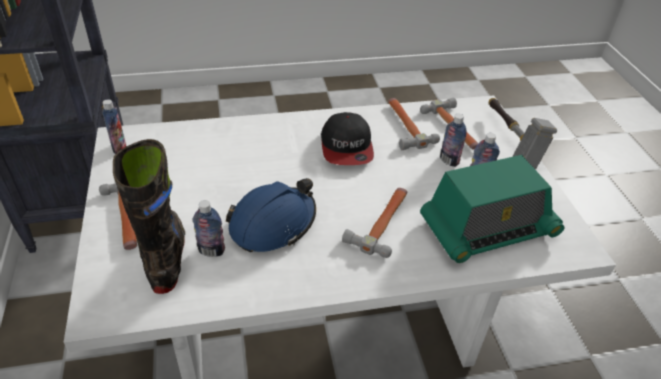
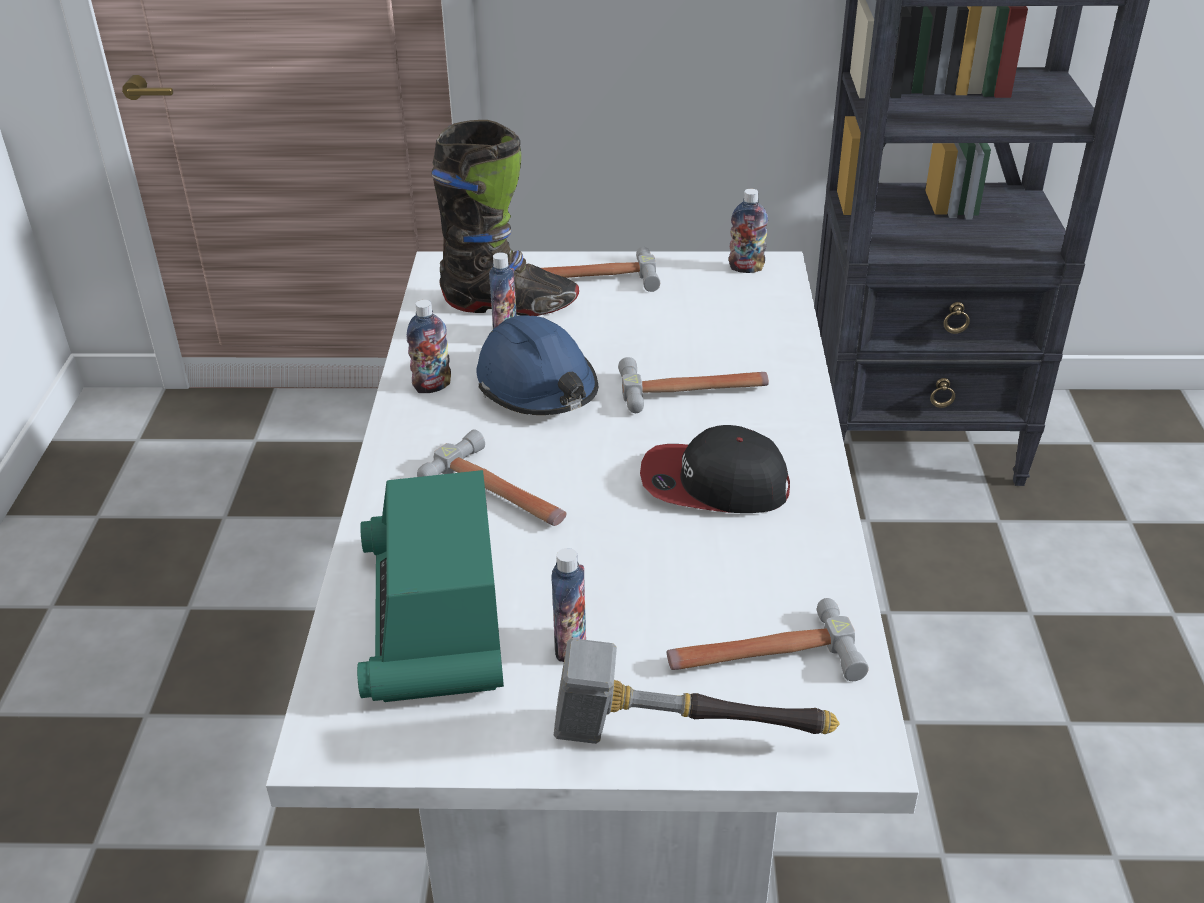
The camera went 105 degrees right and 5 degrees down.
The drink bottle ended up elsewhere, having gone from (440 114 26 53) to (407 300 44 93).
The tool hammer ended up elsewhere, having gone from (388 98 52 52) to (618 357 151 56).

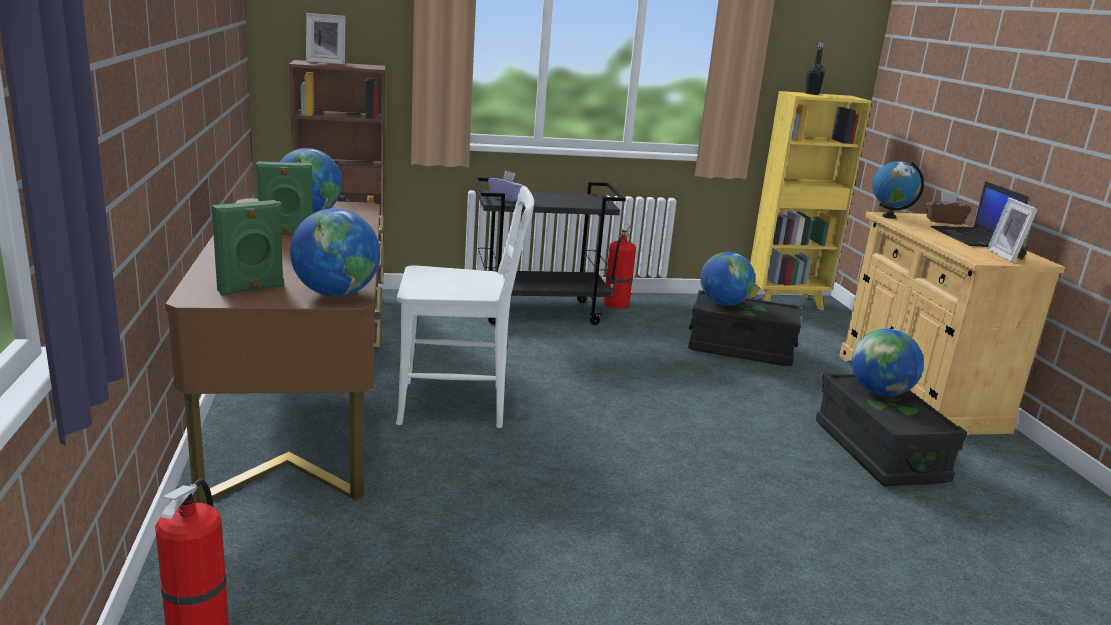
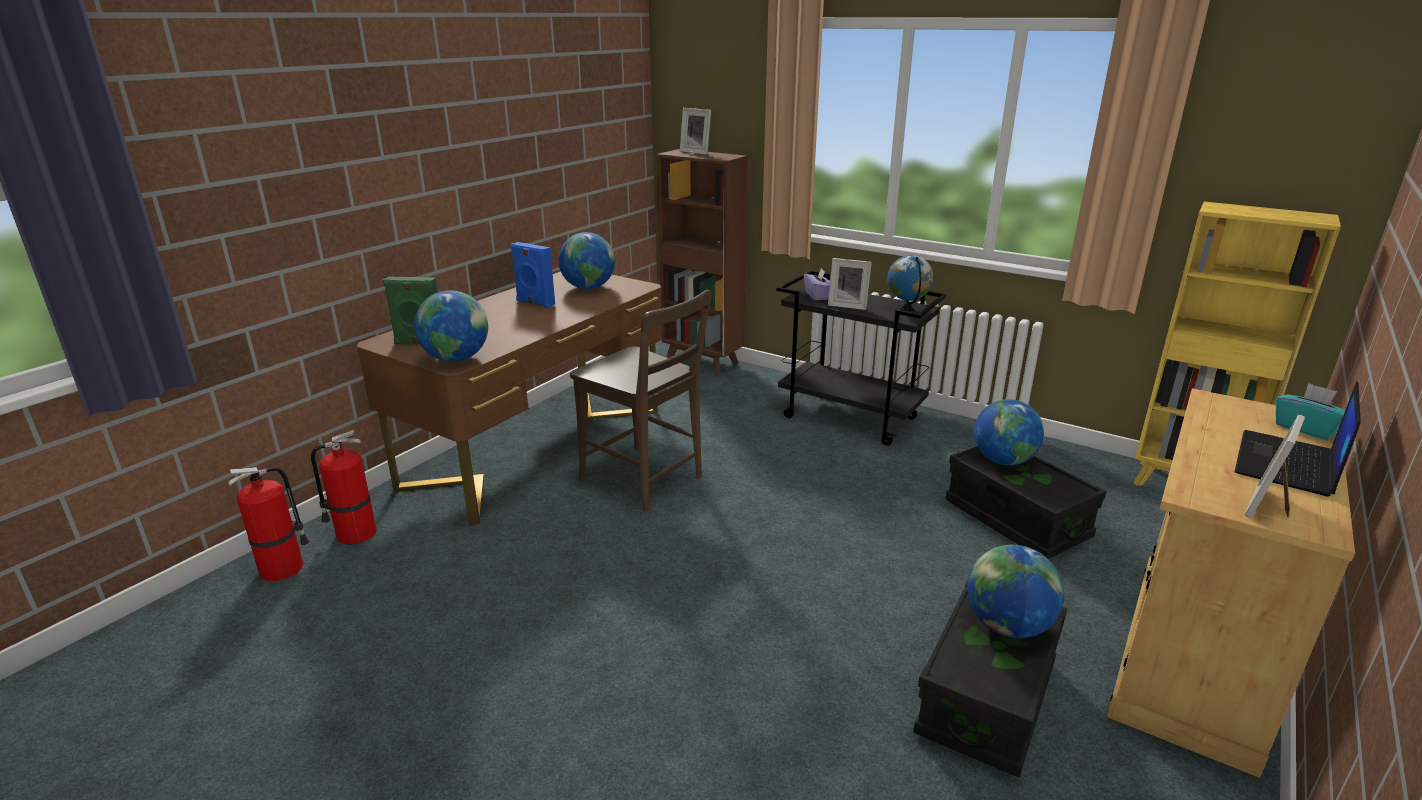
The camera went 45 degrees right and 5 degrees up.
The fire extinguisher ended up elsewhere, having gone from (604 224 32 84) to (311 430 66 115).
What was the green-coloured speaker at (256 162 57 73) turned into the blue-coloured speaker at (511 242 44 66).
What was the white-coloured upright chair at (396 186 138 242) turned into the brown-coloured upright chair at (570 290 141 221).
The second view gained the picture frame at (828 258 44 52).
The globe ended up elsewhere, having gone from (872 161 52 58) to (887 255 47 57).
What was the brown-coloured tissue box at (926 192 45 33) turned into the turquoise tissue box at (1276 383 69 57).
The second view lost the black drink bottle at (805 42 20 53).

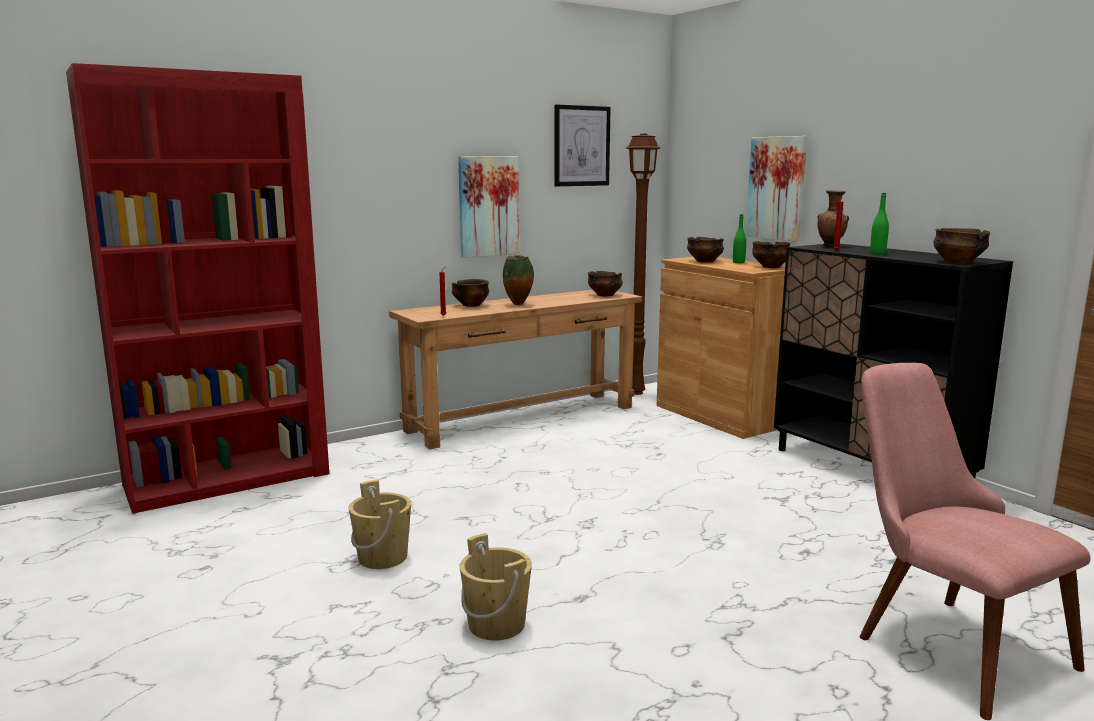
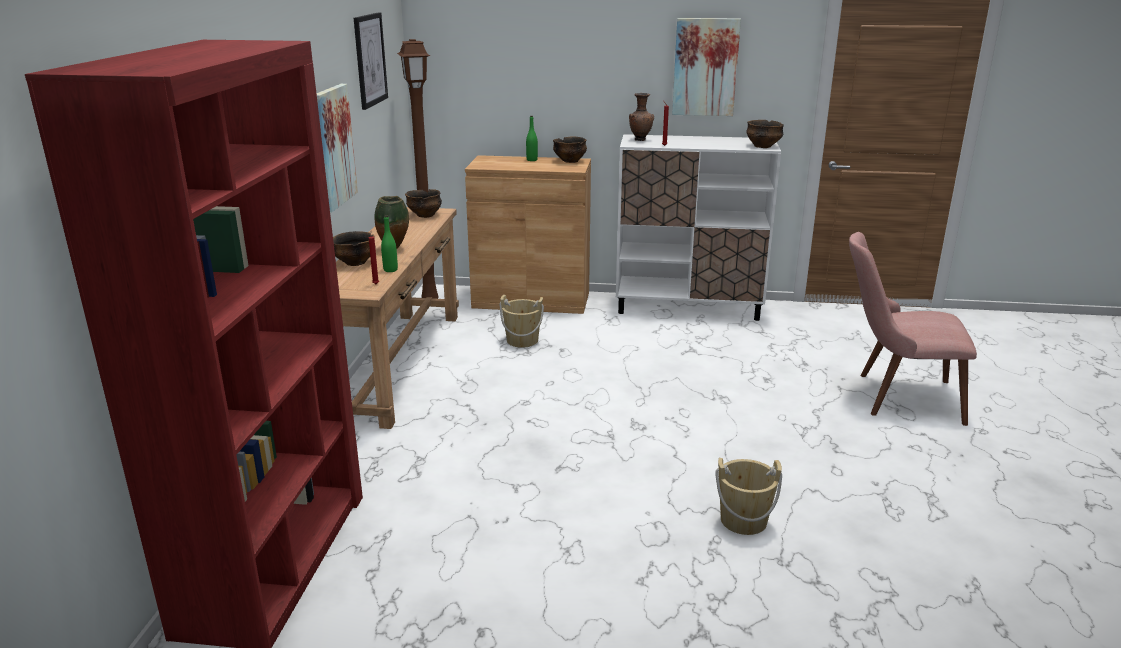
The camera went 50 degrees left and 10 degrees up.
The green-coloured drink bottle ended up elsewhere, having gone from (870 193 19 61) to (381 215 17 57).
The beige bucket ended up elsewhere, having gone from (349 480 62 89) to (500 295 44 53).
What was the black cupboard at (774 244 239 234) turned into the white-coloured cupboard at (616 134 165 187).
The wall picture ended up elsewhere, having gone from (746 136 61 106) to (672 18 69 98).
The second view lost the deep dish at (687 237 37 26).

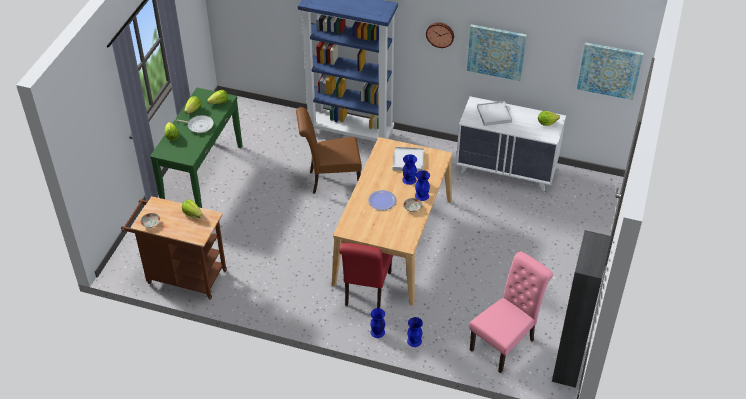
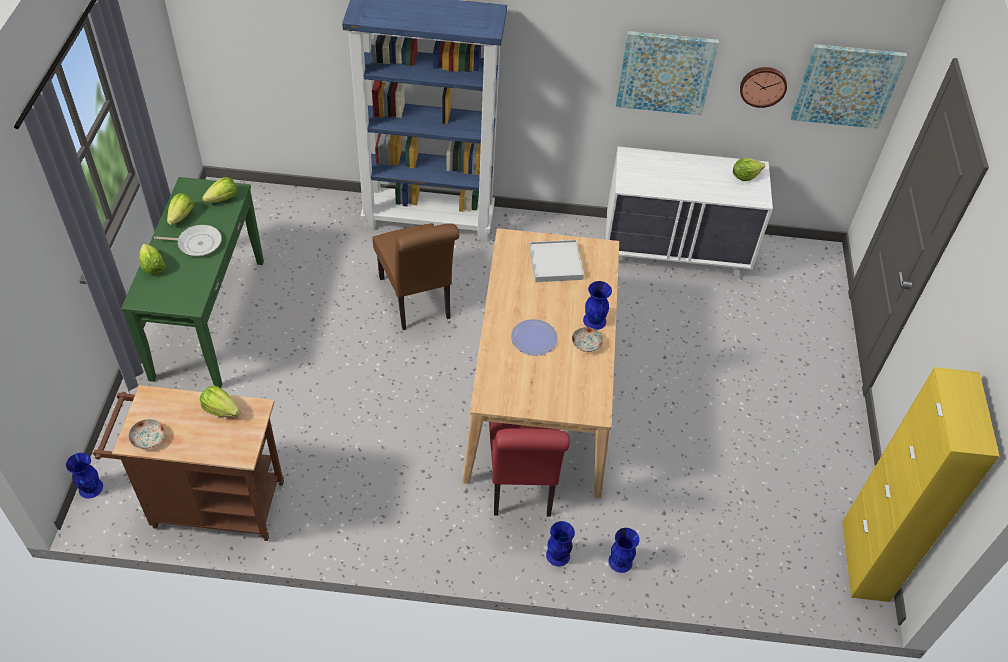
The camera went 15 degrees left and 5 degrees up.
The blue-coloured decorative vase ended up elsewhere, having gone from (402 154 15 31) to (66 453 37 45).
The brown-coloured upright chair at (296 107 66 87) ended up facing another way, 90 degrees counterclockwise from before.
The clock on the wall ended up elsewhere, having gone from (426 22 28 26) to (740 67 47 41).
What was the black cupboard at (552 230 59 158) turned into the yellowish cupboard at (842 367 158 235).
The second view lost the pink upright chair at (469 251 84 122).
The second view lost the white-coloured tray at (477 101 35 25).

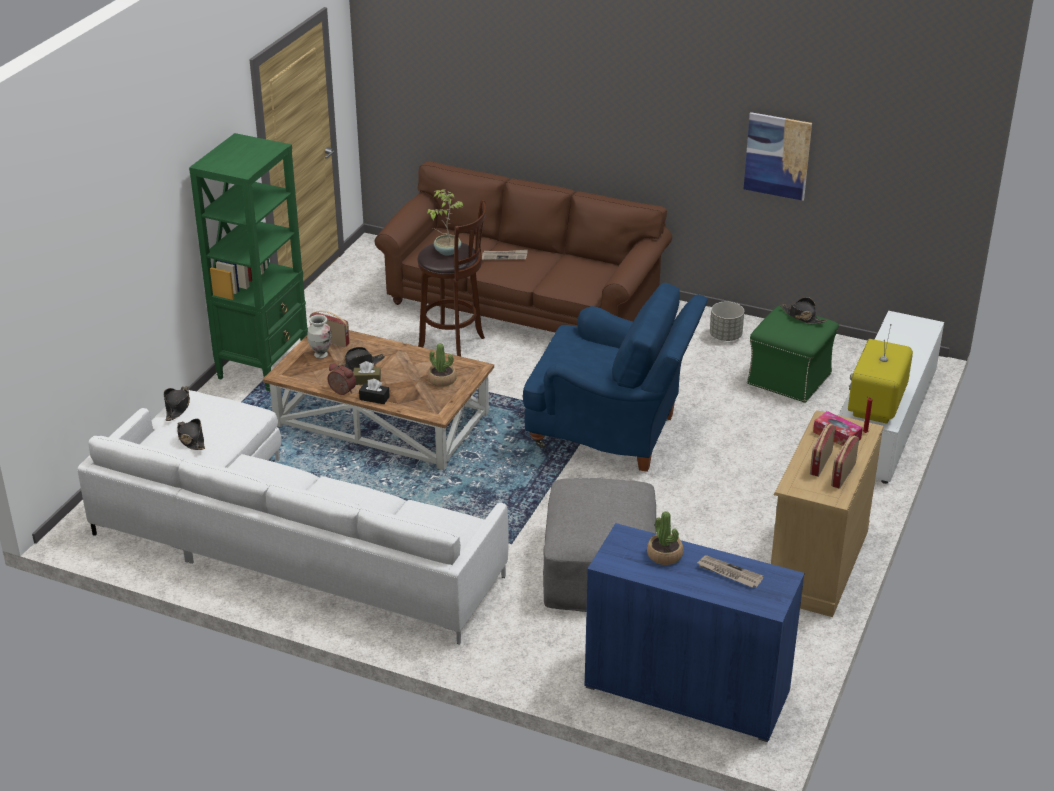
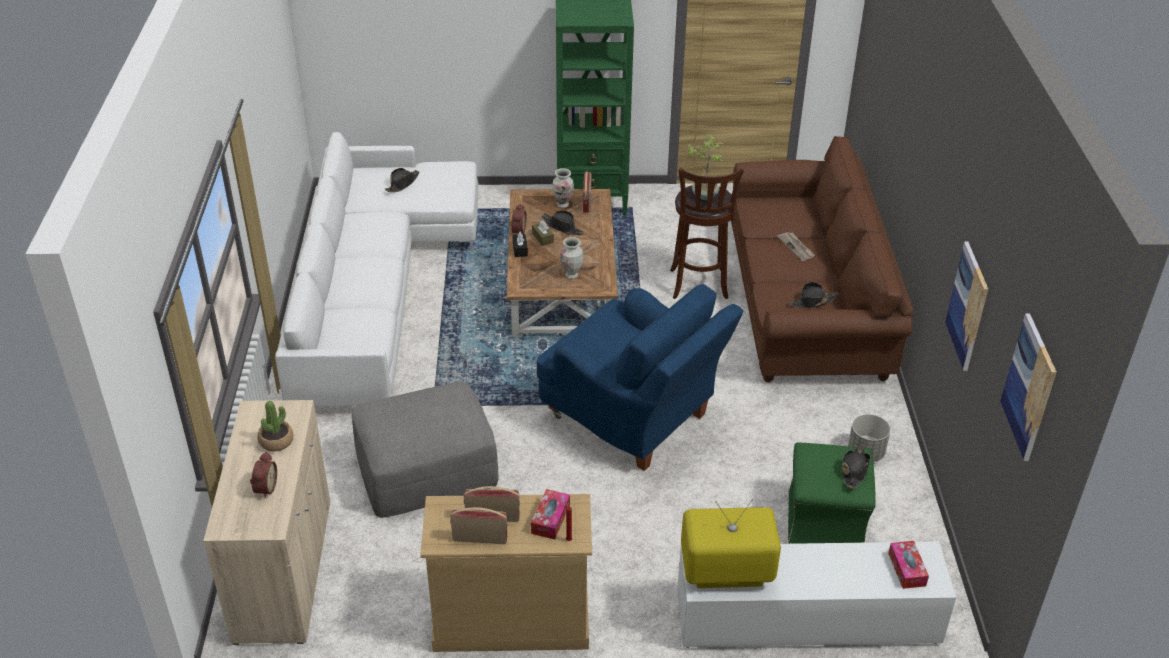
The camera went 65 degrees right and 5 degrees up.
What was the blue-coloured cupboard at (584 523 220 219) turned into the beige cupboard at (203 400 127 245).
Where the daily paper stood at (697 555 67 32), the table clock came to stand at (250 452 27 46).
The blue-coloured lounge chair at (523 283 185 189) ended up facing another way, 45 degrees counterclockwise from before.
Where the plant in a pot stood at (428 343 29 44), the decorative vase came to stand at (560 237 24 42).
The black hat ended up elsewhere, having gone from (163 386 27 35) to (788 282 51 26).
The second view gained the tissue box at (888 541 41 48).
The second view gained the wall picture at (1000 313 57 148).

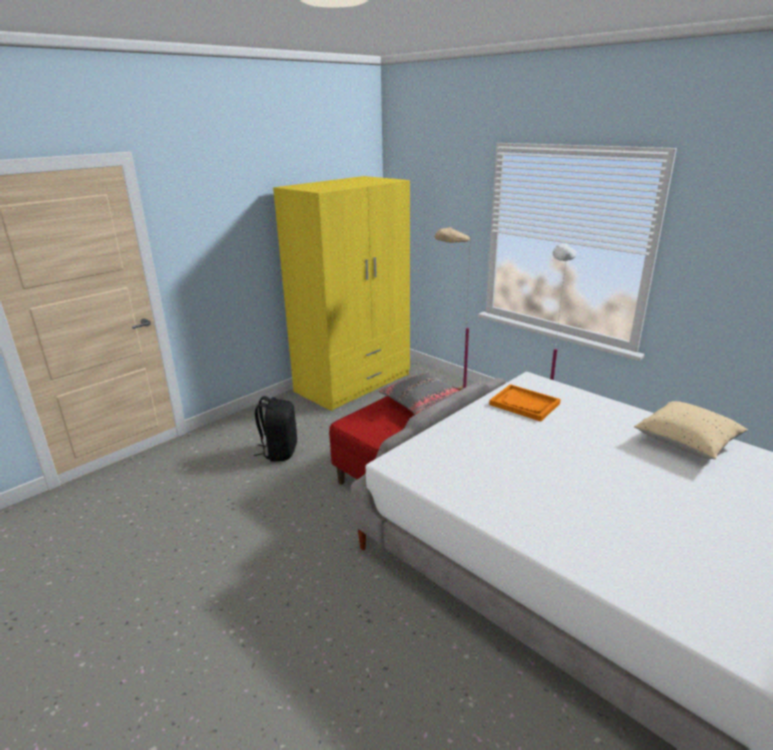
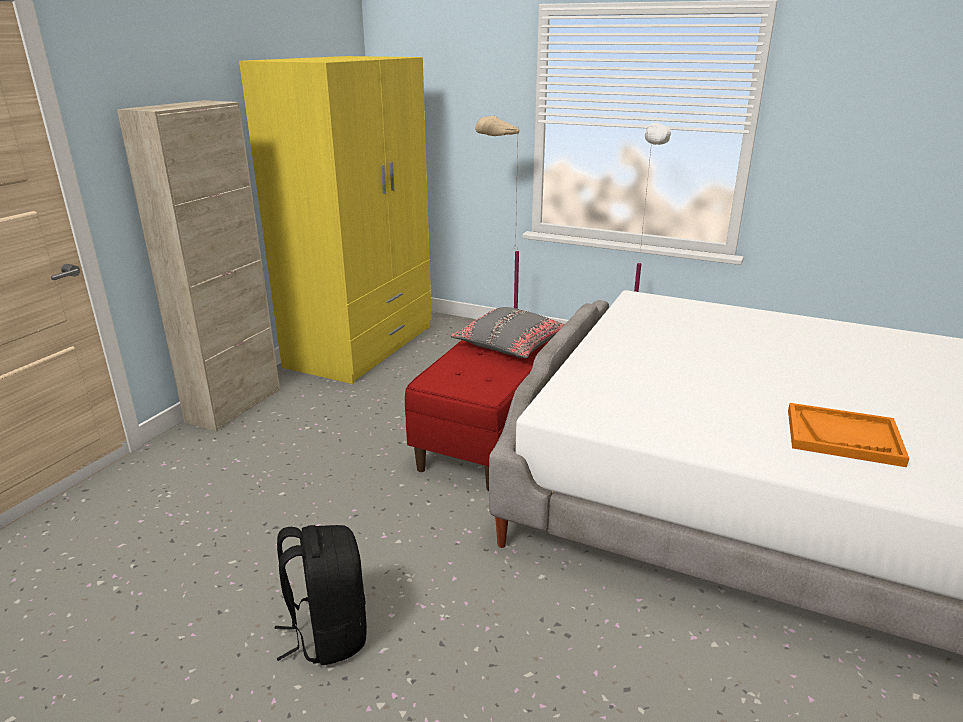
The camera went 20 degrees left and 0 degrees up.
The second view gained the beige cupboard at (117 100 163 332).
The black backpack ended up elsewhere, having gone from (254 396 43 65) to (274 525 93 140).
The orangey tray ended up elsewhere, having gone from (489 384 72 38) to (788 403 121 64).
The second view lost the beige throw pillow at (634 401 114 58).

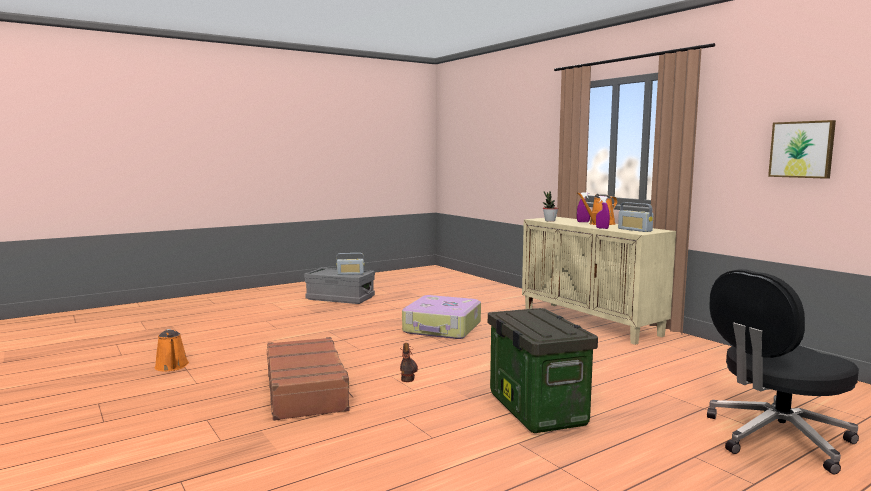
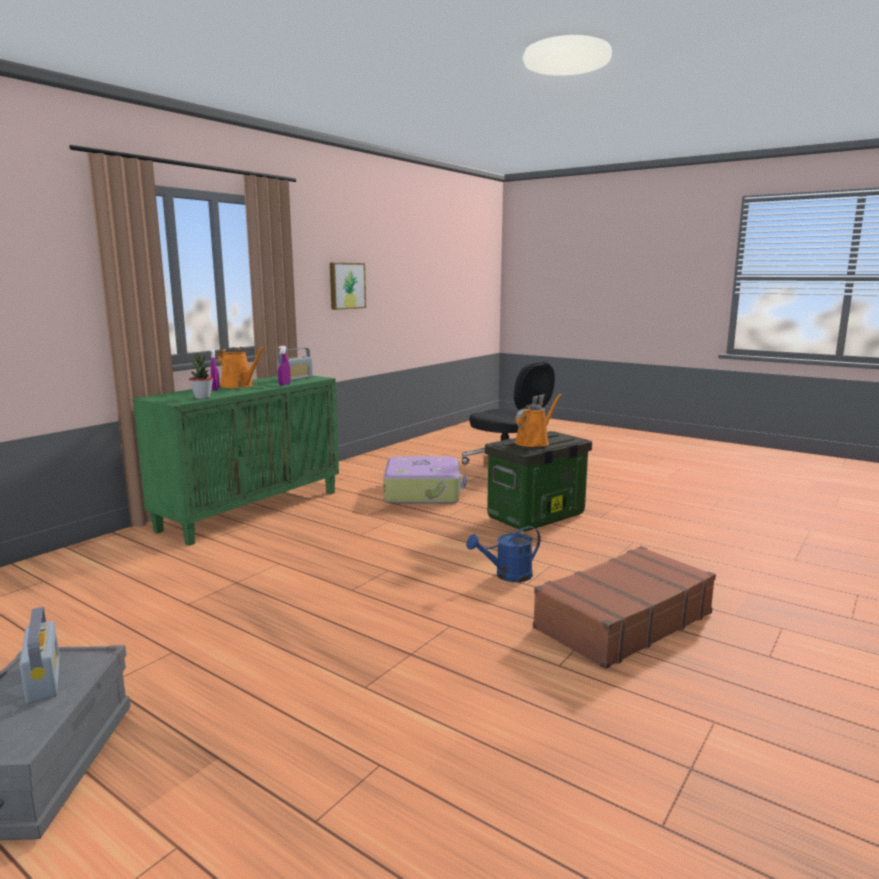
The camera went 110 degrees left and 5 degrees up.
What was the beige cupboard at (522 217 154 128) turned into the green-coloured cupboard at (133 376 206 170).
The piece of luggage ended up elsewhere, having gone from (402 295 79 44) to (383 456 84 48).
Where the high-top boot stood at (400 343 18 39), the blue-coloured watering can came to stand at (466 526 74 56).
The orangey watering can ended up elsewhere, having gone from (155 329 34 43) to (515 394 47 53).

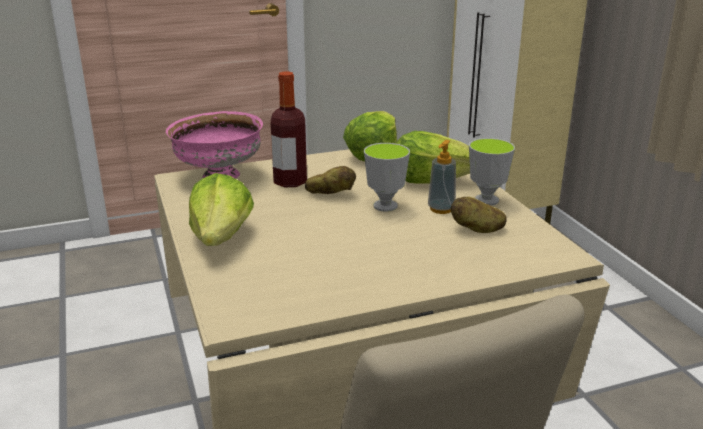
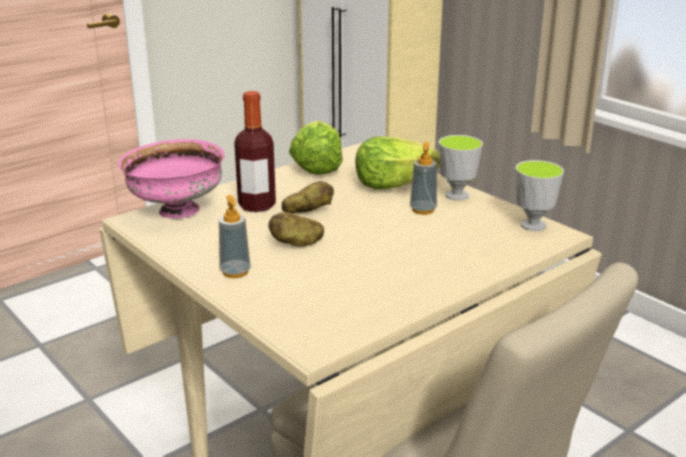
The camera went 20 degrees left and 0 degrees up.
Where the lettuce stood at (189 173 65 73), the soap bottle came to stand at (219 195 32 83).
The spud ended up elsewhere, having gone from (451 197 56 36) to (268 212 56 35).
The cup ended up elsewhere, having gone from (364 143 46 69) to (515 160 49 71).

